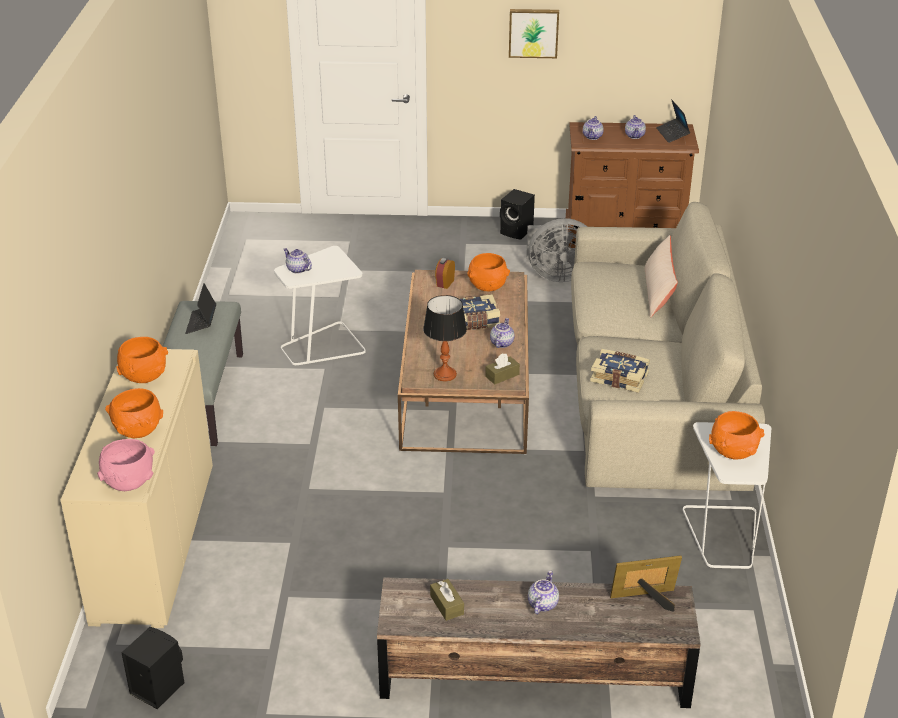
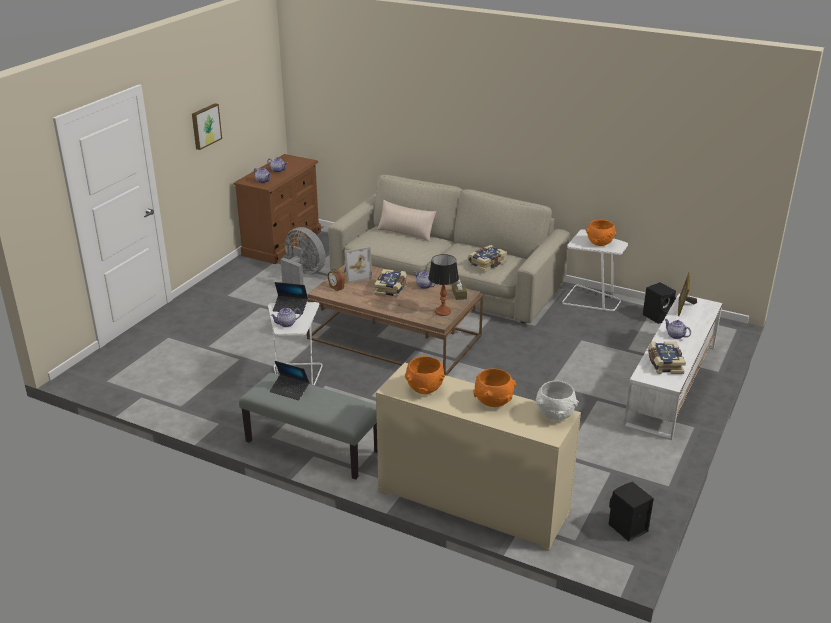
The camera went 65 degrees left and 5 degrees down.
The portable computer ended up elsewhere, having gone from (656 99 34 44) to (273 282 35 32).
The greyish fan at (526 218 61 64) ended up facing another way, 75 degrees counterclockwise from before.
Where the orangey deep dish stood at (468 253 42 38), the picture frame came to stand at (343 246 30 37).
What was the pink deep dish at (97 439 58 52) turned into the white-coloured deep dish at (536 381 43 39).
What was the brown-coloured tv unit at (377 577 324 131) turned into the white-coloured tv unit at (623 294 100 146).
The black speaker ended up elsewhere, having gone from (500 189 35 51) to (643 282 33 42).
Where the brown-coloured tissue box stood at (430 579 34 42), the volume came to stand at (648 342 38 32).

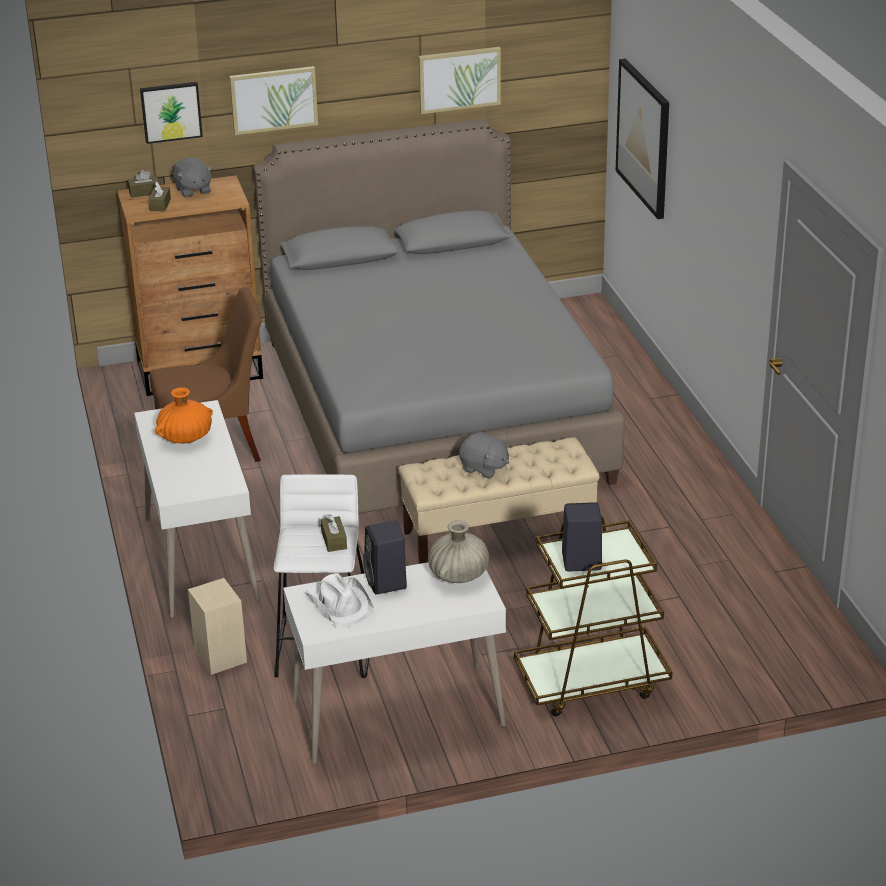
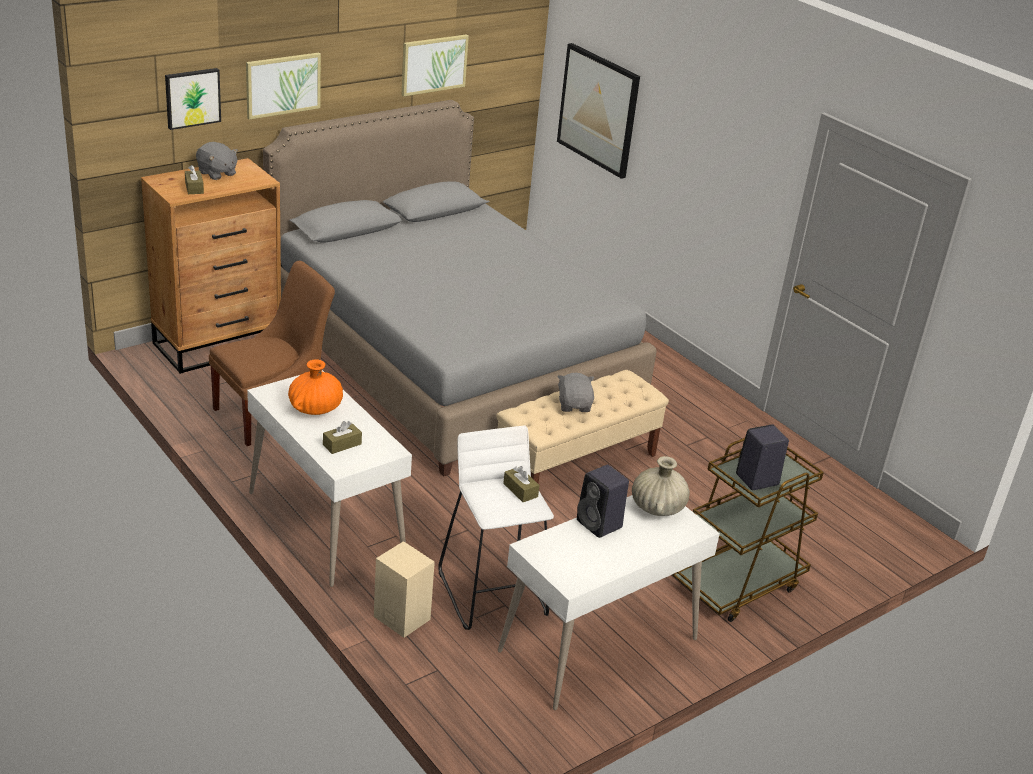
The camera went 25 degrees left and 0 degrees up.
The brown-coloured tissue box ended up elsewhere, having gone from (128 170 31 28) to (323 421 39 33).
The greyish plush toy at (459 432 50 47) ended up facing another way, 105 degrees counterclockwise from before.
The second view lost the white-coloured hat at (305 573 69 55).

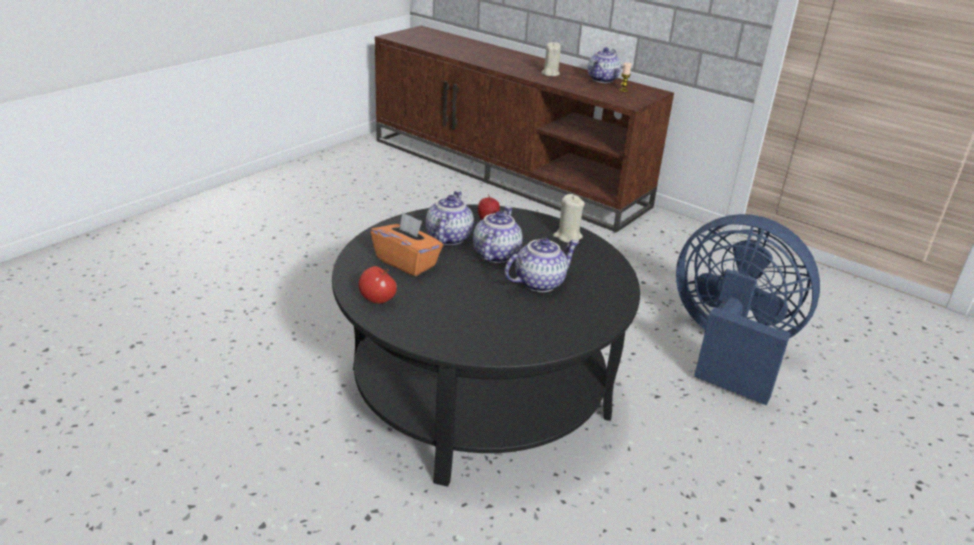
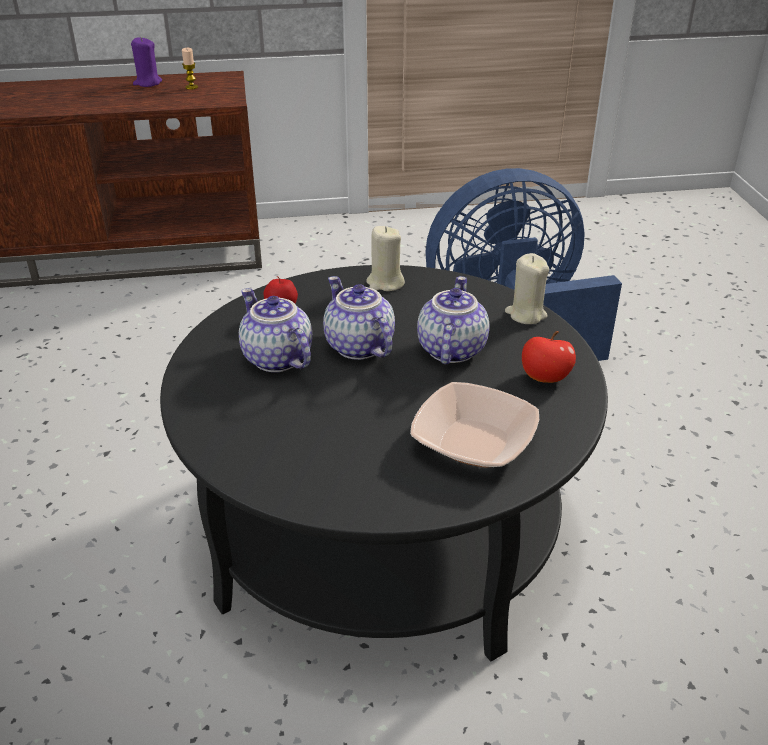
The camera went 45 degrees left and 5 degrees up.
Where the pot for tea stood at (588 47 33 36), the purple wax candle came to stand at (131 37 31 50).
The second view gained the deep dish at (410 382 129 86).
The beige wax candle ended up elsewhere, having gone from (542 42 19 34) to (505 253 45 71).
The apple fruit ended up elsewhere, having gone from (359 266 38 38) to (522 331 54 52).
The second view lost the orangey tissue box at (370 212 73 64).

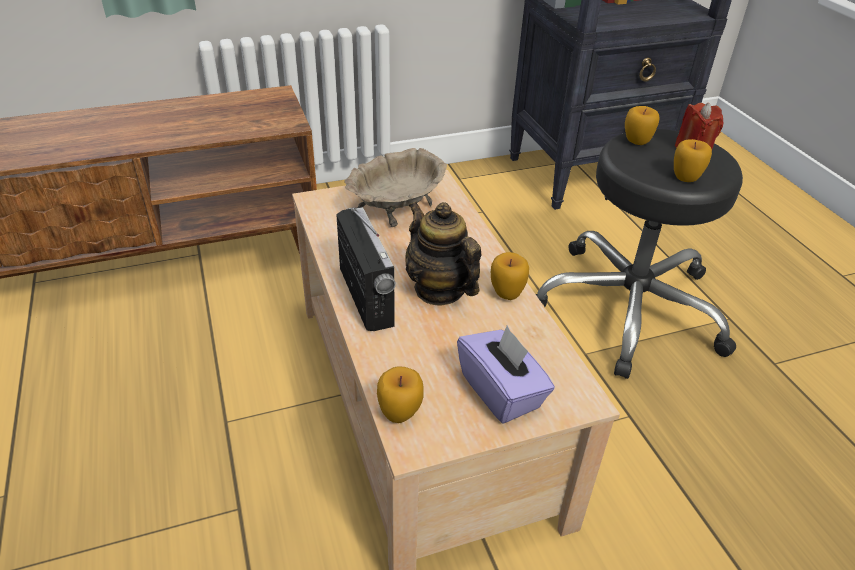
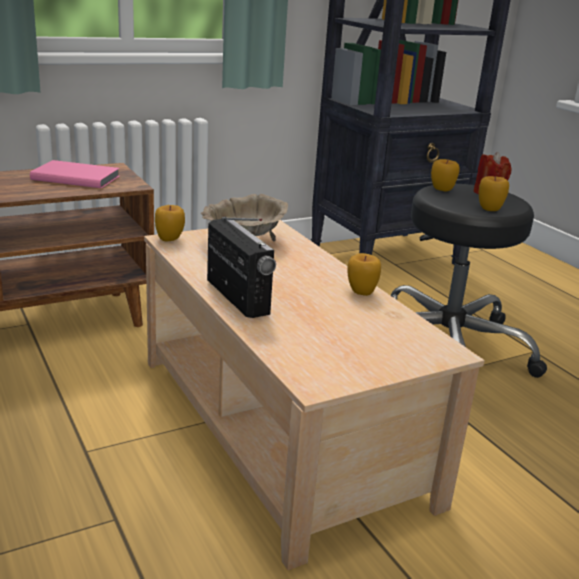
The camera went 10 degrees left and 15 degrees down.
The second view gained the pink volume at (30 160 89 28).
The apple fruit ended up elsewhere, having gone from (377 366 47 57) to (155 205 30 37).
The second view lost the pot for tea at (405 202 76 103).
The second view lost the purple tissue box at (457 325 98 99).

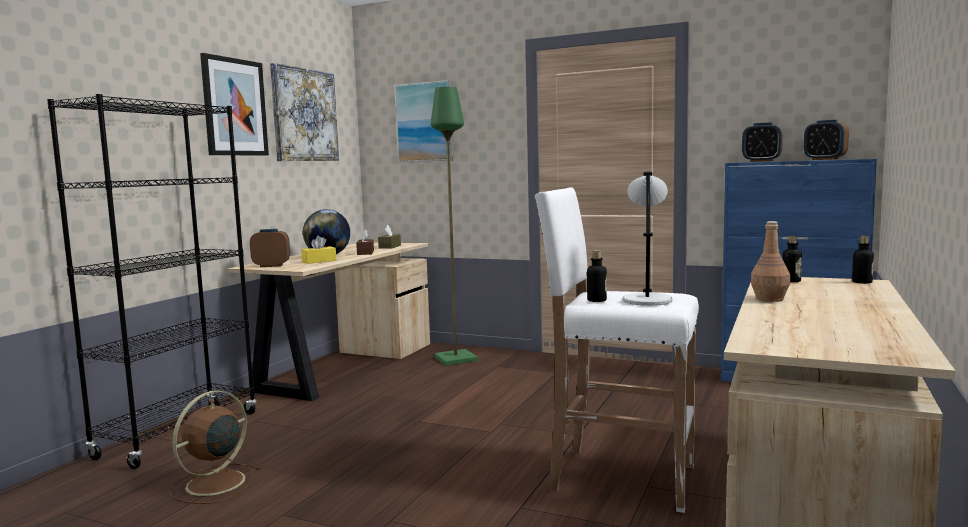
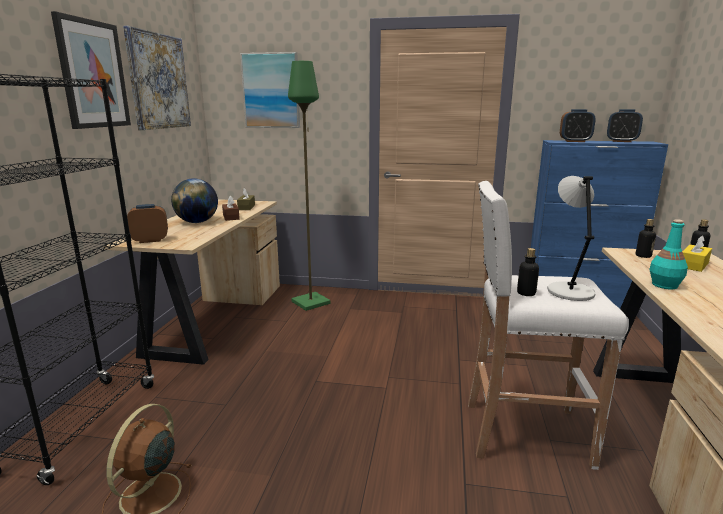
The camera went 15 degrees left and 10 degrees up.
What was the brown-coloured drink bottle at (751 221 39 81) turned into the turquoise drink bottle at (649 219 39 70).
The yellowish tissue box ended up elsewhere, having gone from (301 236 35 28) to (682 235 30 37).

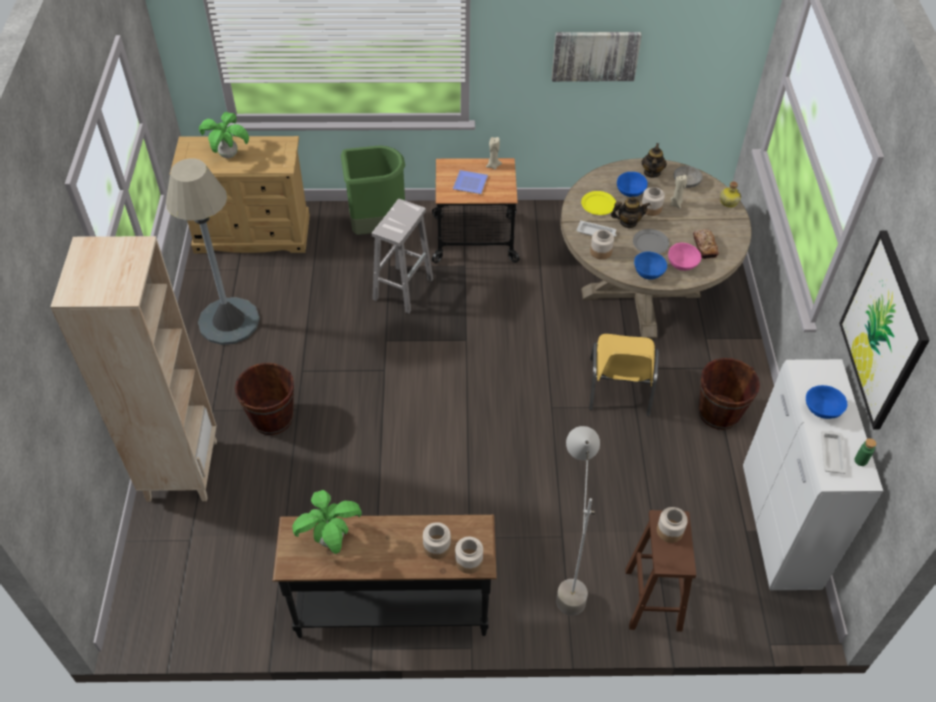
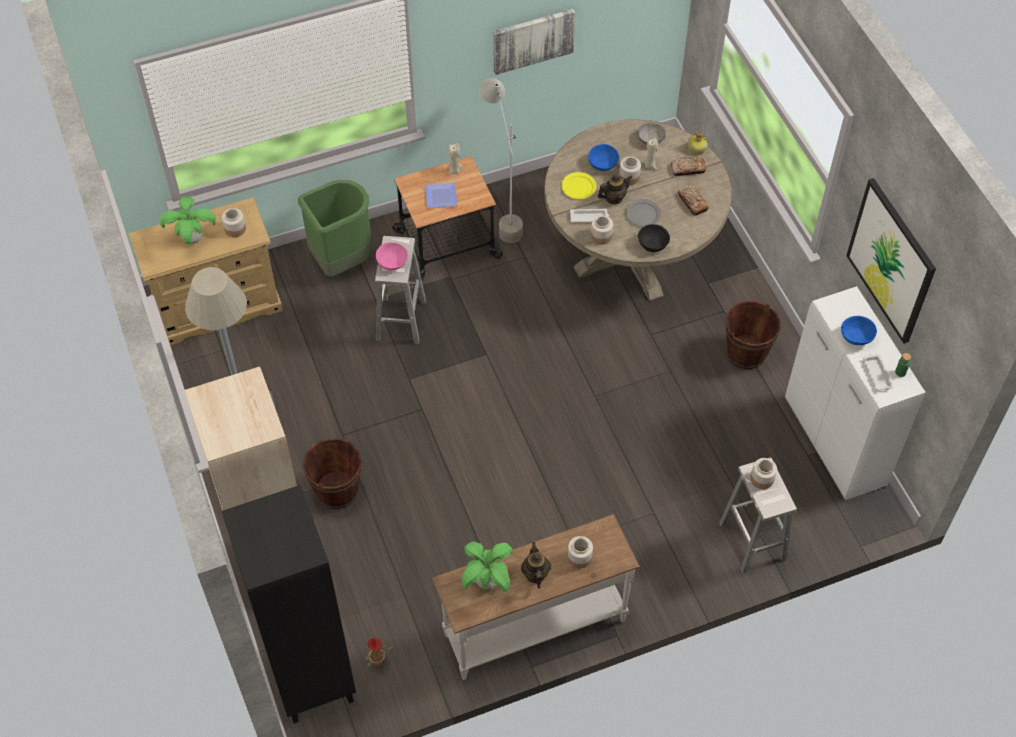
The camera went 20 degrees left and 5 degrees up.
The storage jar ended up elsewhere, having gone from (455 537 28 37) to (222 208 24 29).
The second view gained the black shelving unit at (222 485 134 238).
The second view gained the plant in a pot at (365 638 28 29).
The pink deep dish ended up elsewhere, having gone from (668 243 33 28) to (376 242 32 29).
What was the black hall table at (273 515 224 123) turned into the white-coloured hall table at (432 514 208 166).
The greyish floor lamp ended up elsewhere, having gone from (556 426 44 190) to (479 78 44 165).
The pot for tea ended up elsewhere, having gone from (641 143 26 35) to (521 542 30 46).
What was the blue-coloured deep dish at (634 251 33 29) turned into the black deep dish at (638 224 32 28).
The second view gained the baked bread at (671 157 35 19).
What was the brown-coloured sitting stool at (625 510 71 122) turned into the white-coloured sitting stool at (719 457 78 117).
The second view lost the yellowish upright chair at (589 334 70 82).

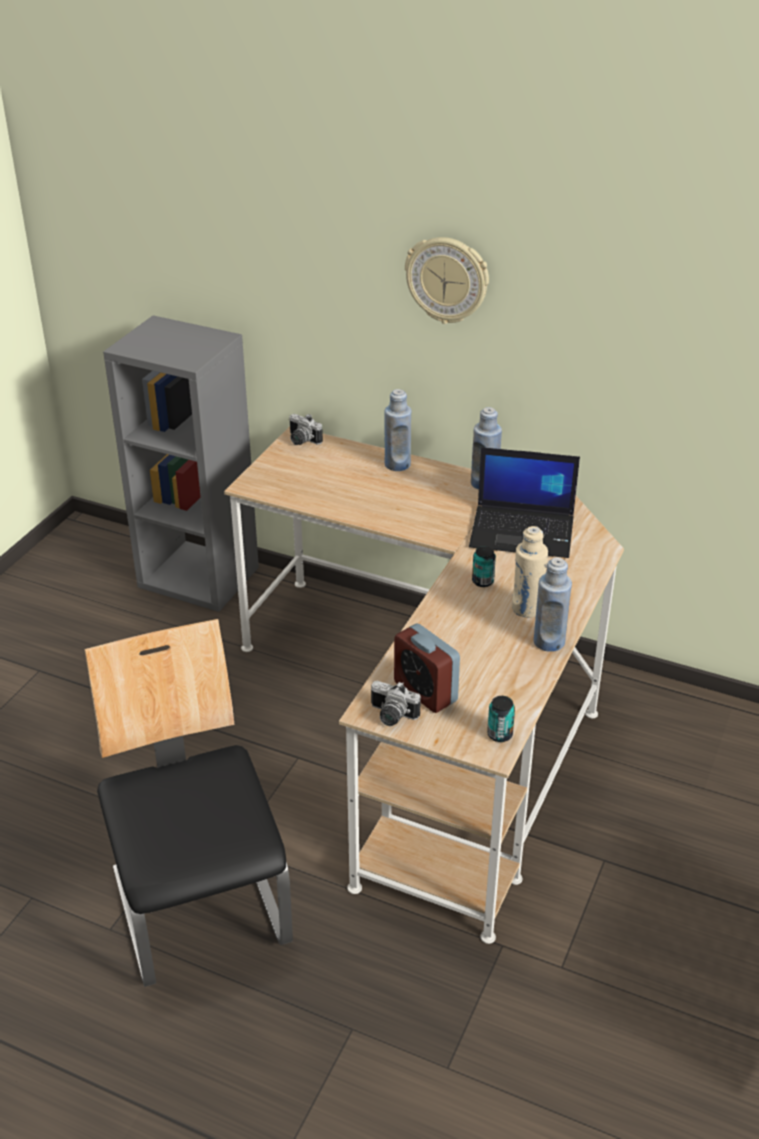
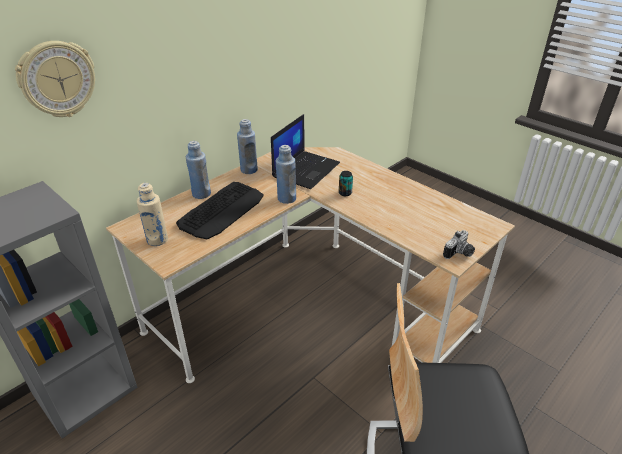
The camera went 70 degrees left and 0 degrees up.
The clock on the wall ended up elsewhere, having gone from (405 237 84 87) to (15 41 80 76).
The beige drink bottle ended up elsewhere, having gone from (512 526 36 92) to (137 183 31 63).
The second view gained the PC keyboard at (176 182 88 57).
The blue-coloured drink bottle ended up elsewhere, having gone from (533 558 39 94) to (276 145 20 59).
The second view lost the photo camera at (289 414 34 31).
The second view lost the table clock at (394 623 66 90).
The second view lost the can at (487 696 28 46).

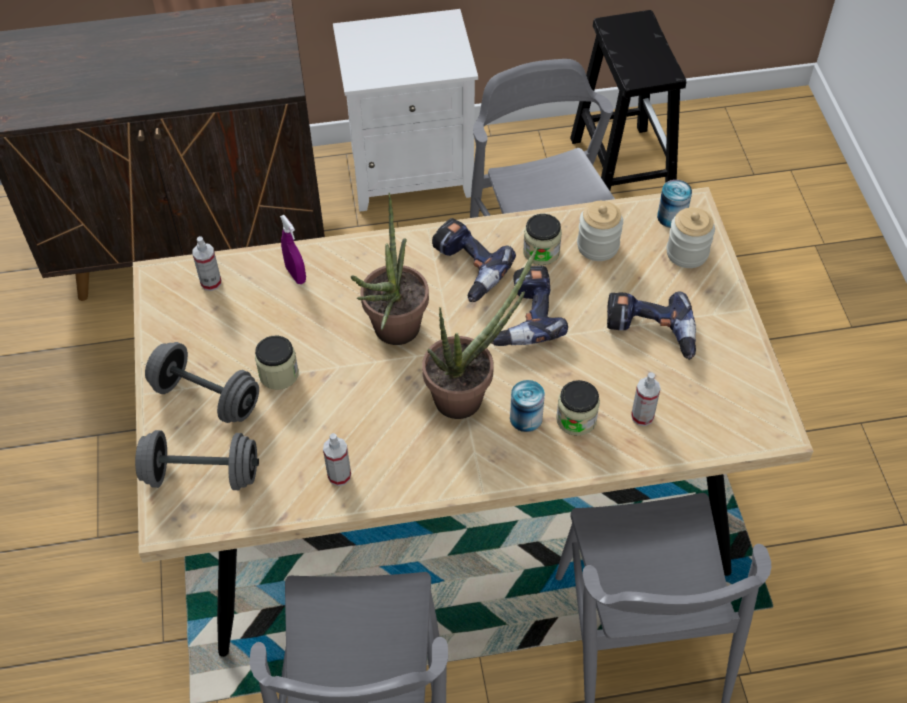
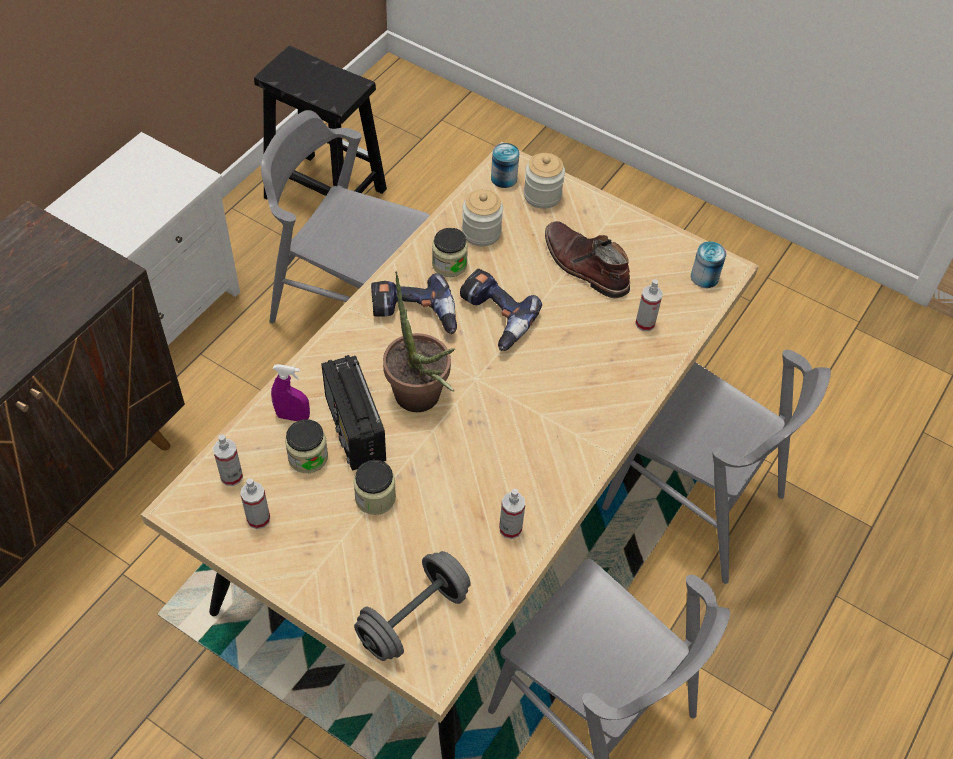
The camera went 50 degrees left and 0 degrees up.
The second view gained the spray bottle at (240 478 30 51).
The storage jar ended up elsewhere, having gone from (556 380 44 56) to (285 419 43 54).
The second view gained the radio receiver at (321 355 65 116).
Where the electric drill stood at (607 292 89 68), the brown-coloured high-top boot came to stand at (545 221 85 77).
The can ended up elsewhere, having gone from (510 380 35 52) to (691 241 35 47).
The second view lost the greyish free weight at (145 342 114 81).
The second view lost the plant in a pot at (422 247 115 172).

